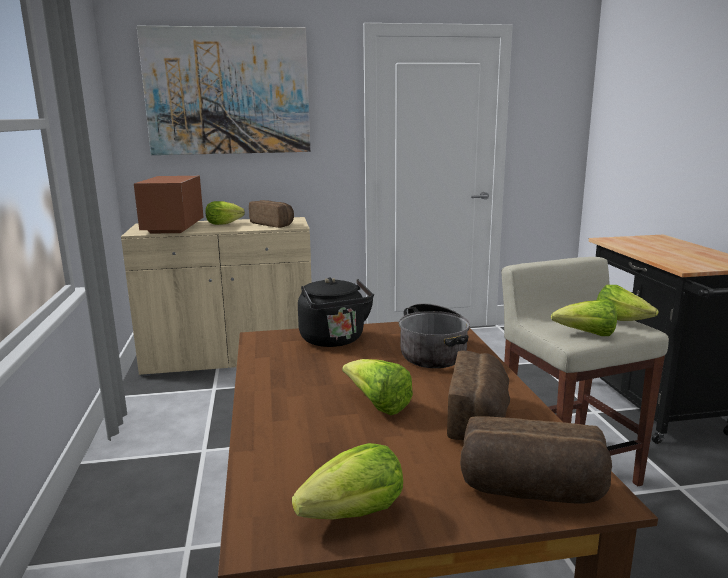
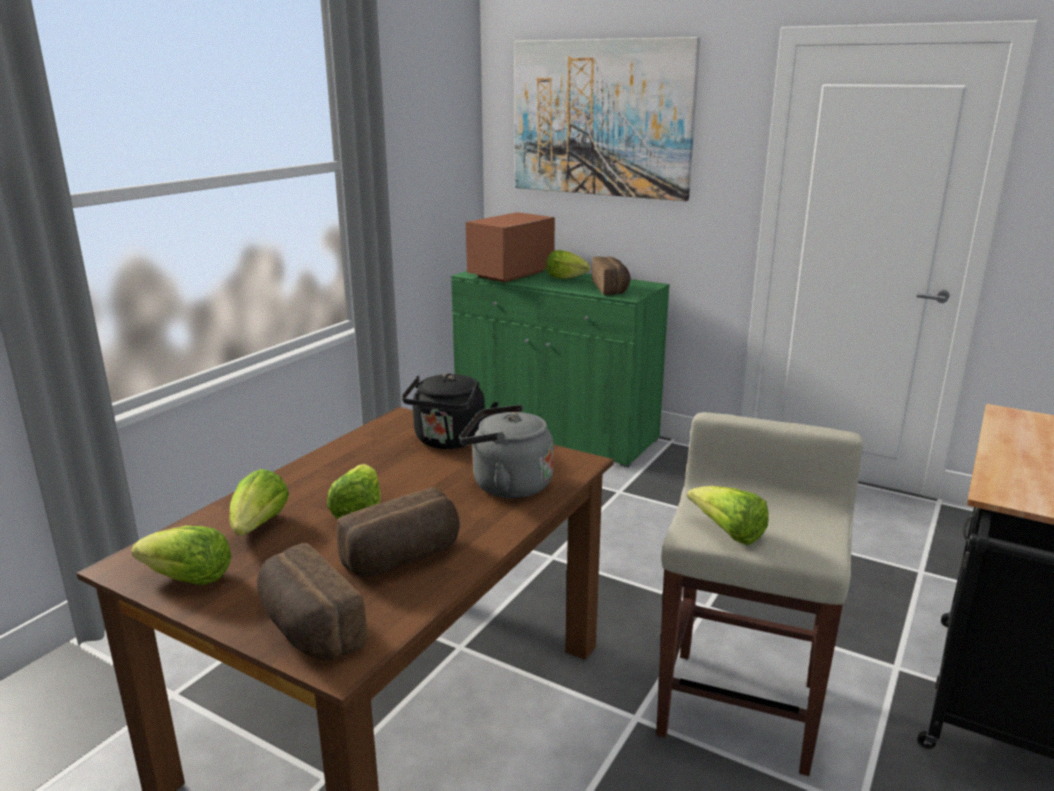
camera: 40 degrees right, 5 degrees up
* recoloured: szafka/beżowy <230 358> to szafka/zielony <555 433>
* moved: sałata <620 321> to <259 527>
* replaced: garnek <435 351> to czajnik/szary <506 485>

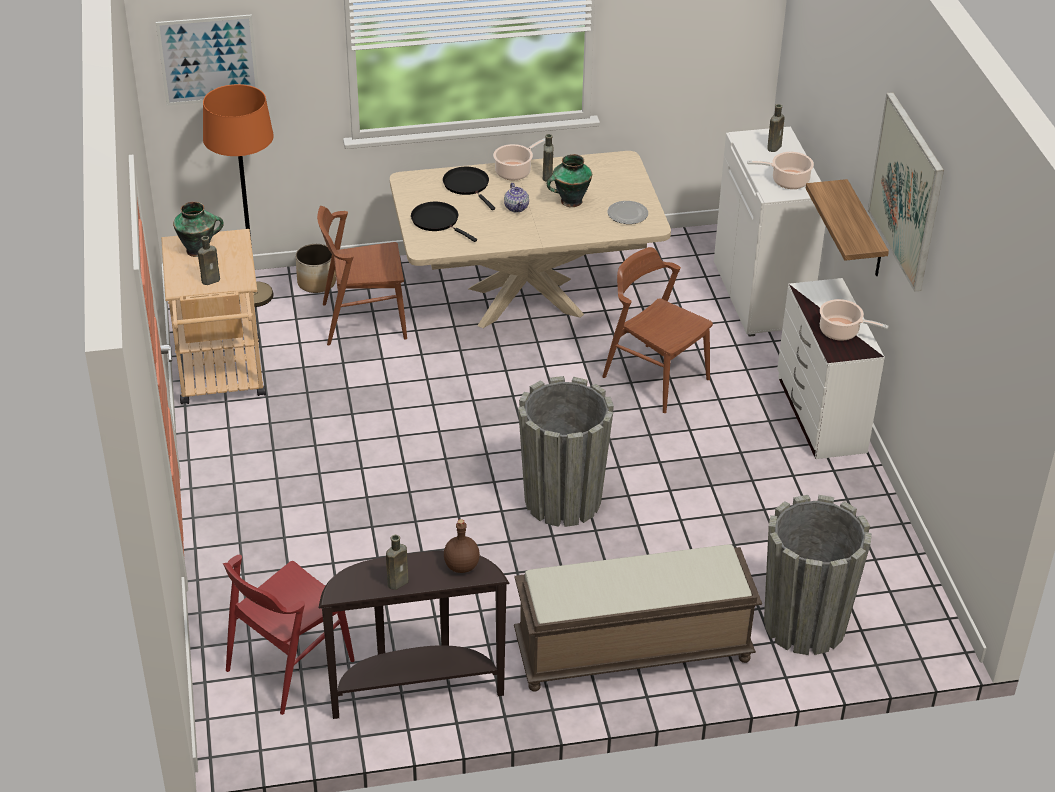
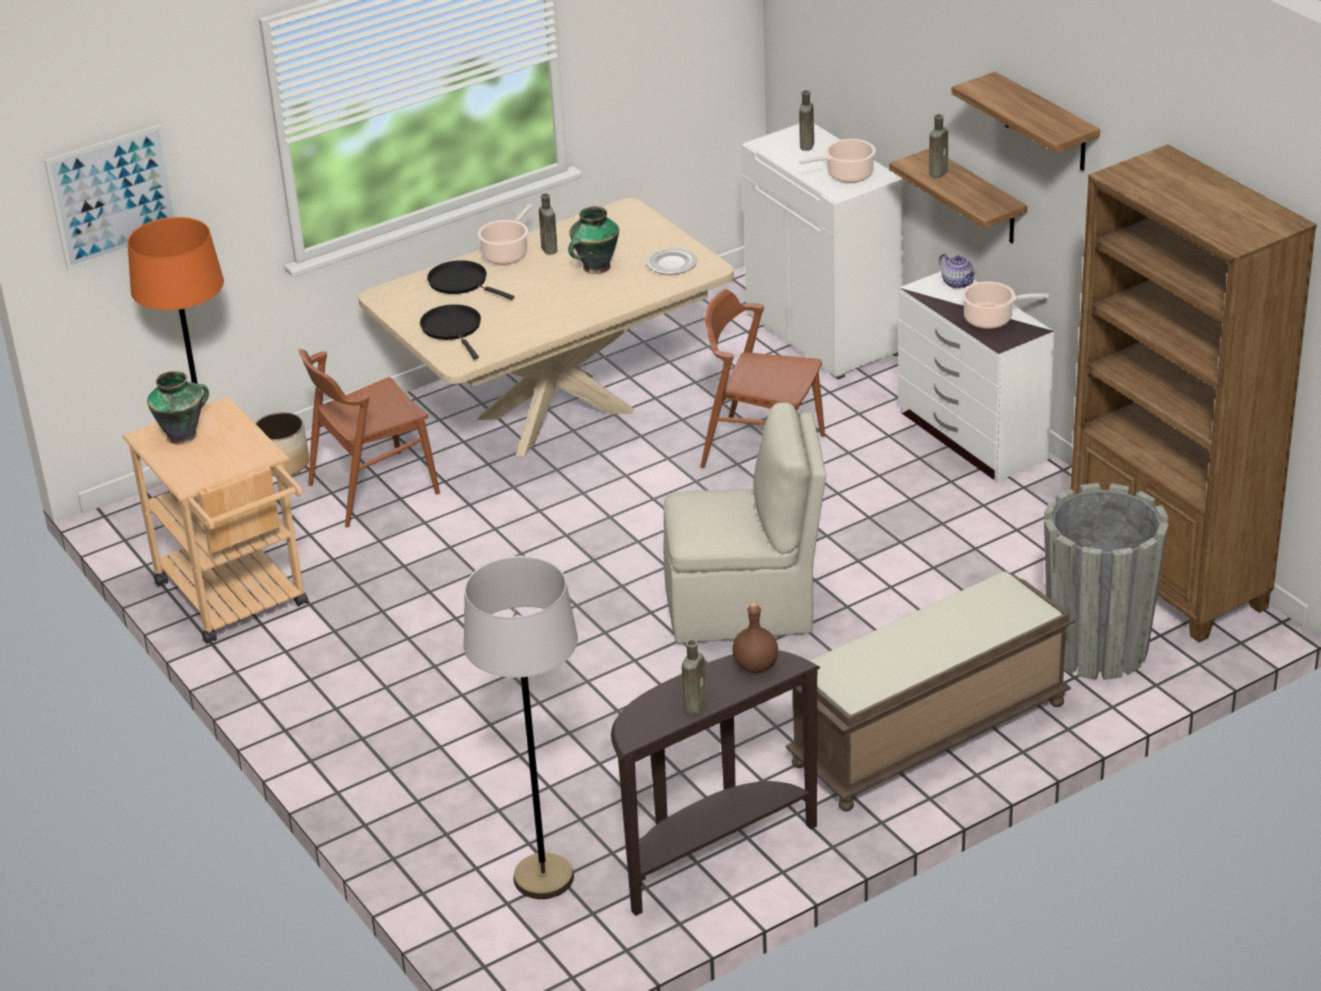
camera: 20 degrees left, 5 degrees down
* replaced: obraz <907 191> to półka <1045 123>
* moved: imbryk <516 207> to <957 283>
* turned: patelnia/czarny <437 221> = <453 329> 45 degrees clockwise
* moved: butelka/brązowy <212 280> to <939 172>
* replaced: donica/szary <562 500> to krzesło/beżowy <744 607>
* replaced: krzesło/czerwony <289 665> to lampa stojąca/szary <543 878>
* added: regał/brązowy <1168 580>

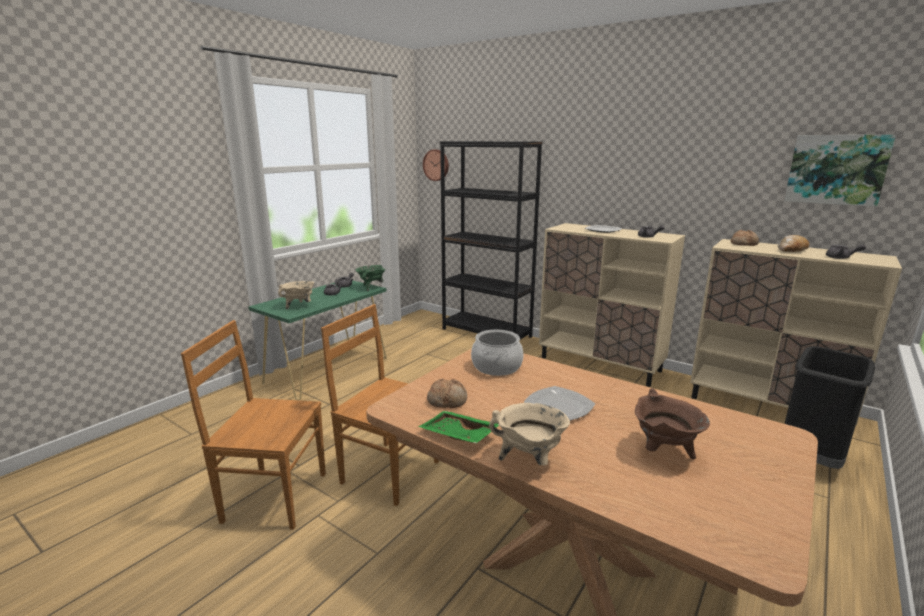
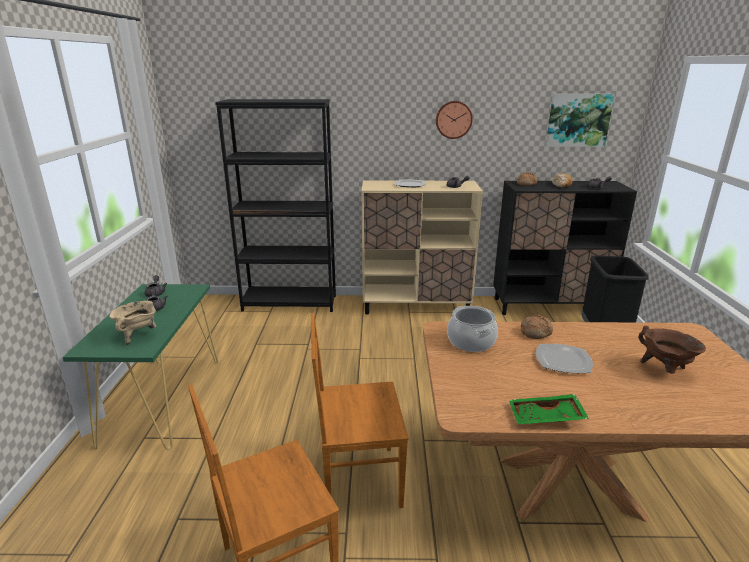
camera: 35 degrees left, 5 degrees up
* moved: zegar ścienny <436 165> to <453 119>
* recoloured: szafka/beżowy <767 407> to szafka/czarny <549 306>
* removed: garnek/zielony <371 287>
* moved: chleb <447 400> to <535 332>
* removed: garnek/beżowy <529 460>

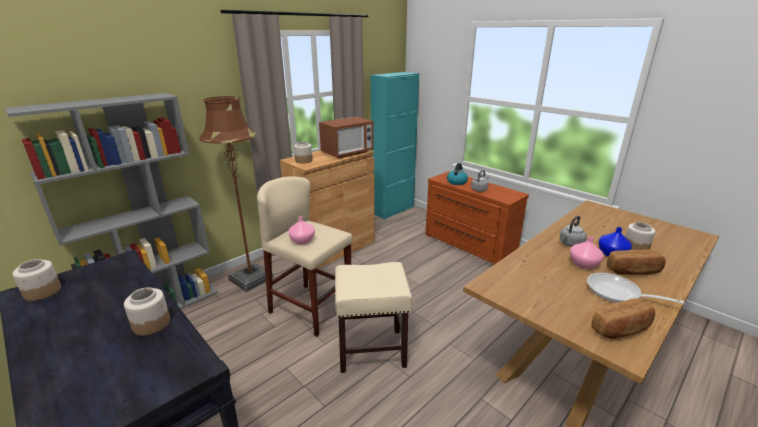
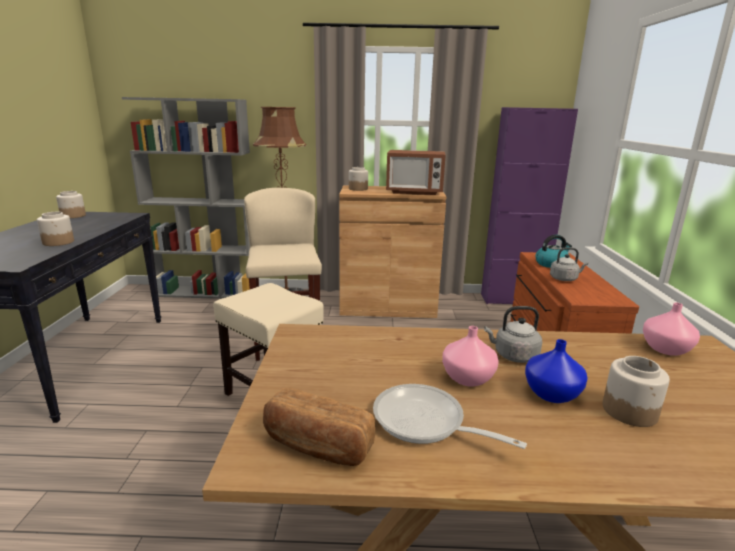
camera: 45 degrees right, 5 degrees down
* recoloured: szafka/turkusowy <393 210> to szafka/fioletowy <512 299>
* moved: wazon/różowy <302 240> to <666 349>
* removed: chleb <633 271>
* turned: patelnia <618 293> = <425 423> 45 degrees counterclockwise

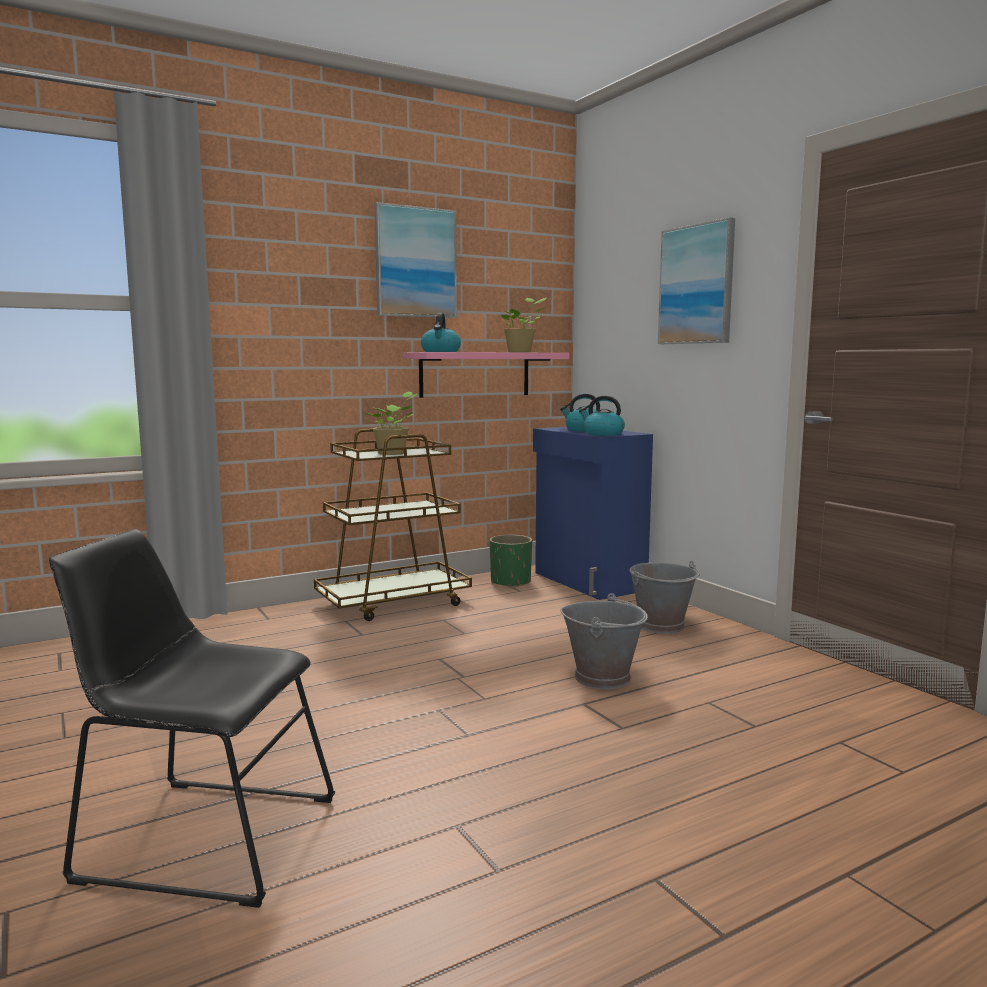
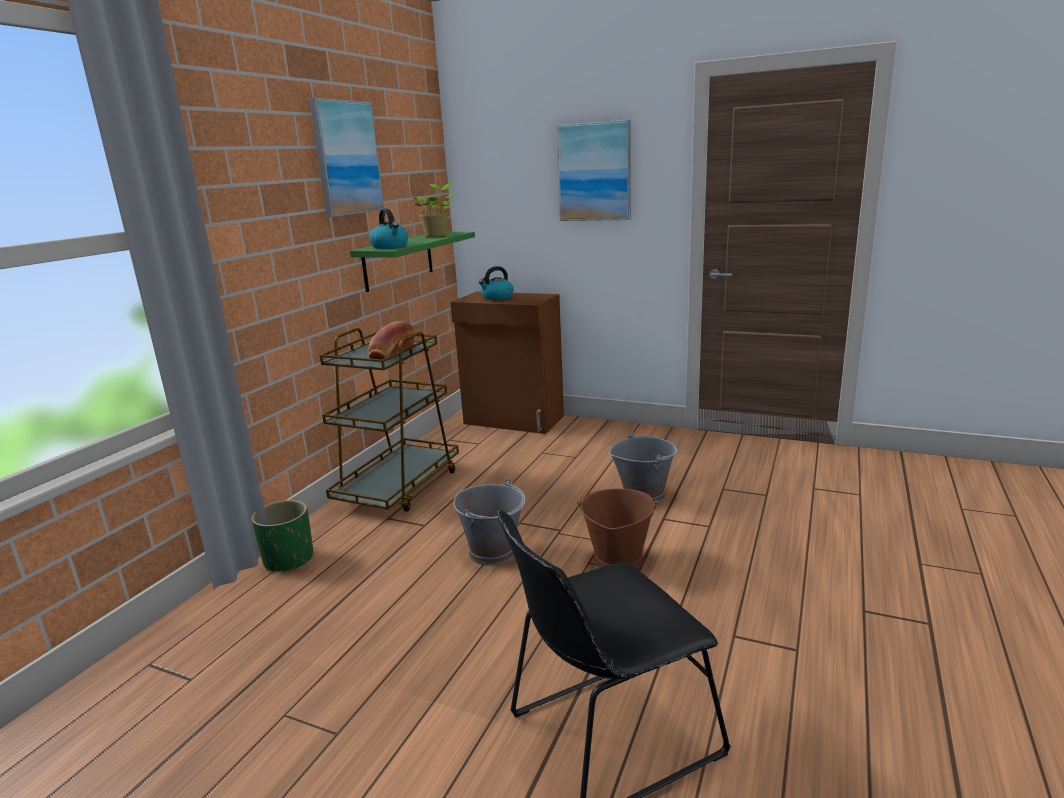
camera: 35 degrees left, 10 degrees up
* recoloured: półka/różowy <475 374> to półka/zielony <398 260>
* replaced: roślina doniczkowa <393 453> to chleb <391 354>
* removed: czajnik <602 434>
* recoloured: szafka/niebieski <588 582> to szafka/brązowy <513 420>
* moved: donica/zielony <511 582> to <289 560>
* moved: wiadro/szary <661 626> to <493 551>
* added: wiadro/brązowy <617 559>

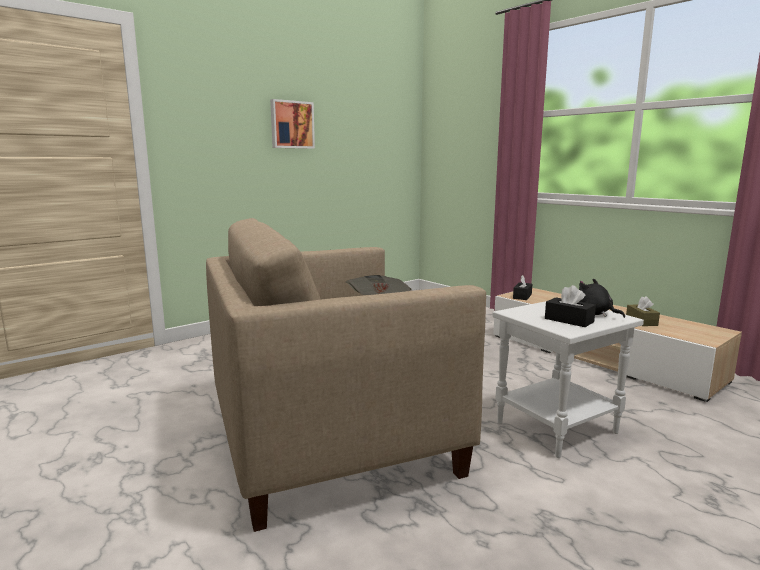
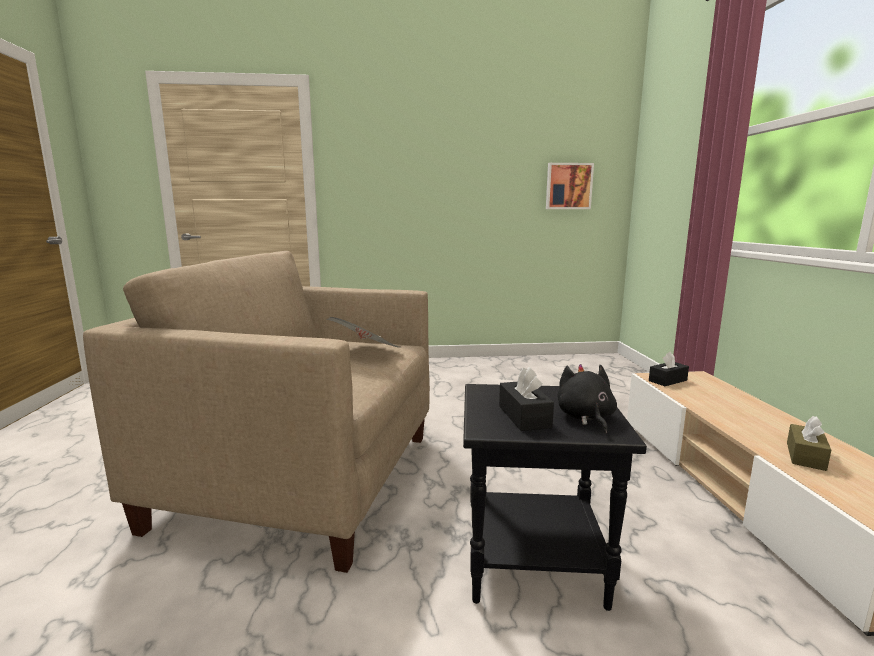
camera: 35 degrees right, 0 degrees up
* moved: obraz <291 124> to <568 186>
* recoloured: stolik/biały <557 429> to stolik/czarny <532 565>

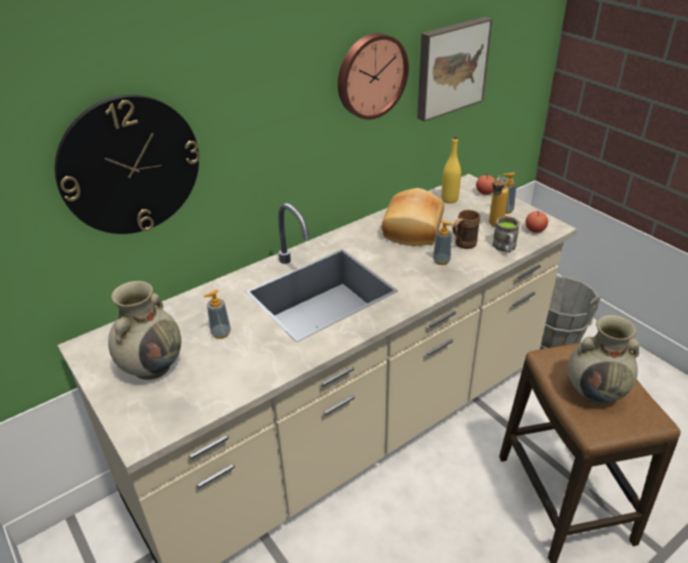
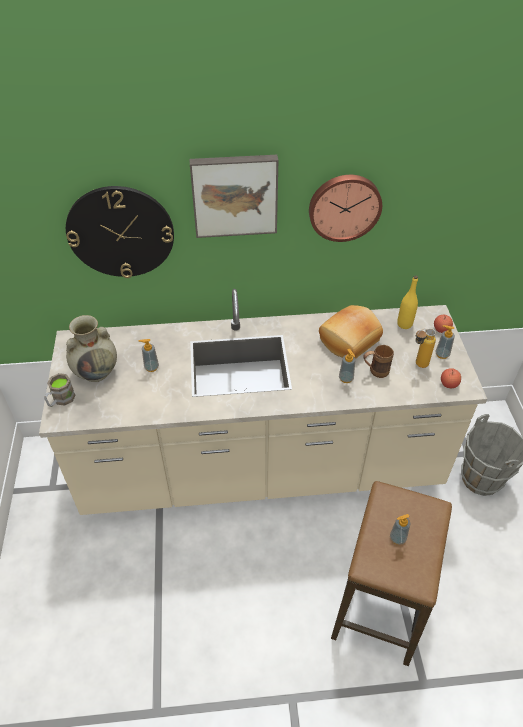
camera: 30 degrees right, 10 degrees up
* moved: obraz <450 68> to <234 194>
* moved: kubek/brązowy <505 248> to <61 400>
* replaced: wazon/beżowy <596 391> to dozownik mydła <397 538>

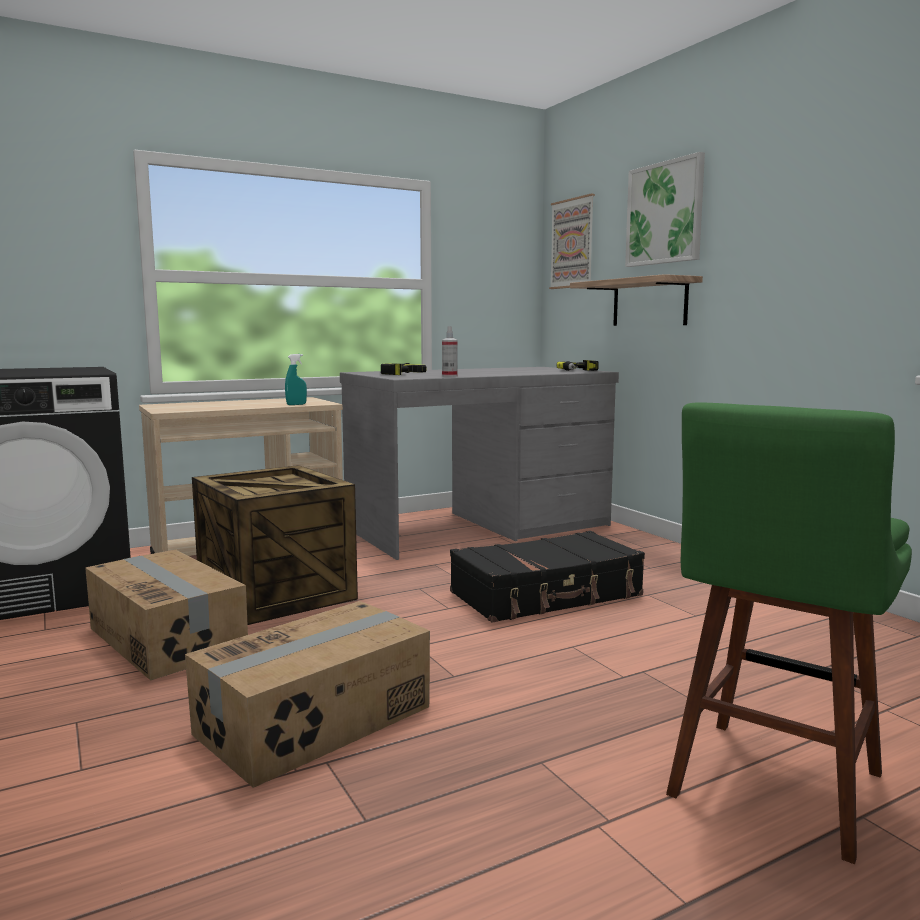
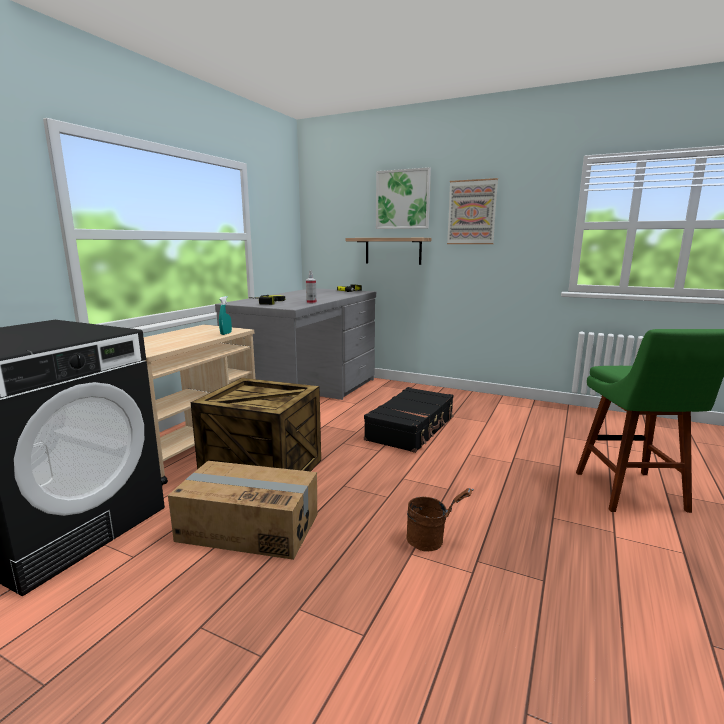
camera: 35 degrees left, 5 degrees up
* moved: obraz <572 243> to <472 212>
* replaced: karton <316 721> to wiadro/brązowy <432 541>

